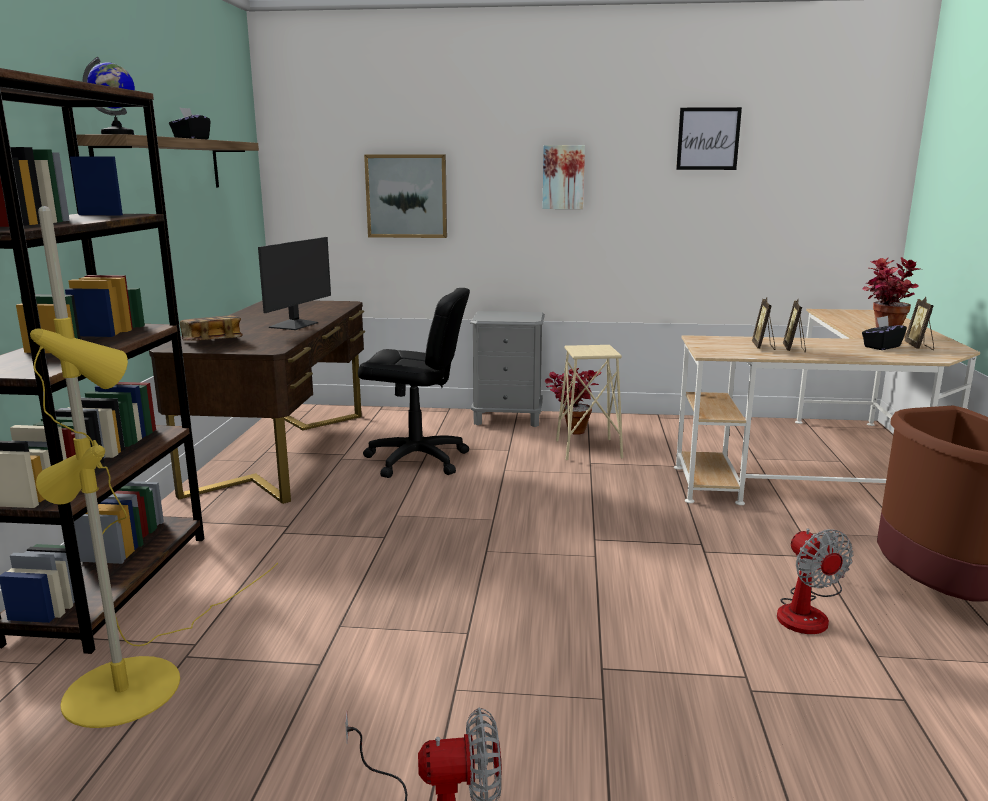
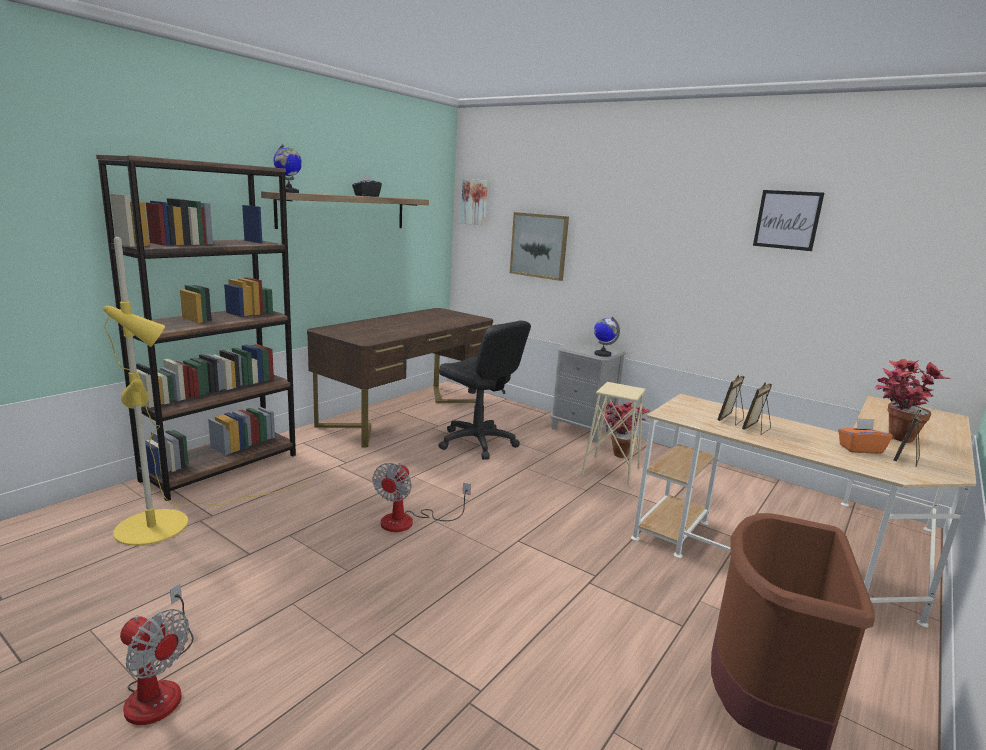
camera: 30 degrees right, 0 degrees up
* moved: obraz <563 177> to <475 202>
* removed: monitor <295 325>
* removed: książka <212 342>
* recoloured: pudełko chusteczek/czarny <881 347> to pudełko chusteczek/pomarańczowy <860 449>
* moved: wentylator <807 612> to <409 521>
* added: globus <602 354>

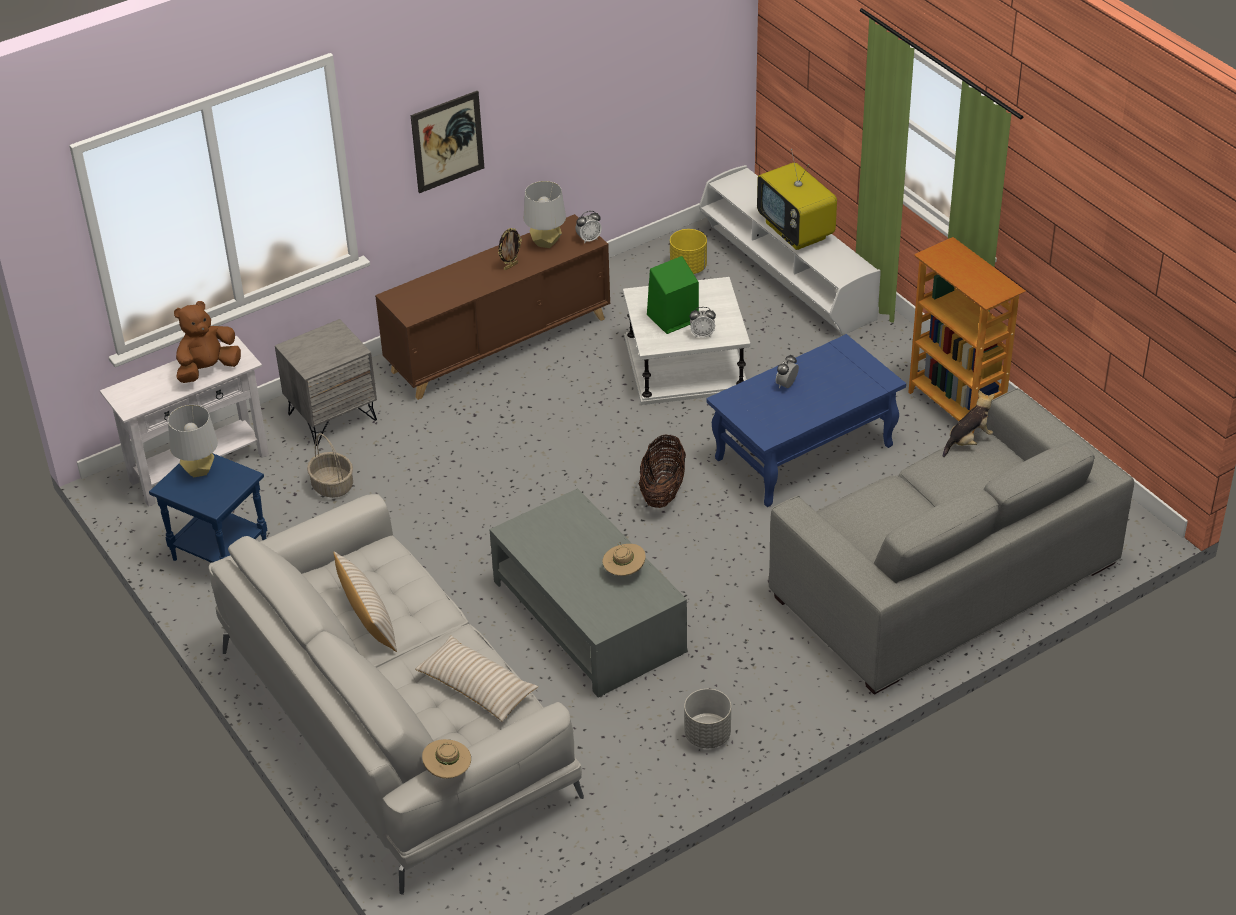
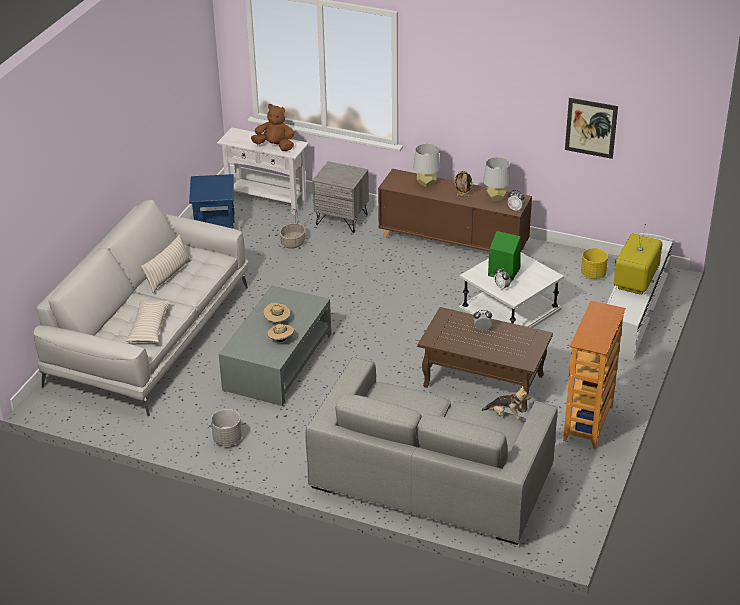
camera: 55 degrees right, 5 degrees down
* moved: obraz <447 141> to <591 128>
* recoloured: ława/niebieski <802 453> to ława/brązowy <482 381>
* moved: lampa stołowa/szary <199 470> to <426 183>
* removed: koszyk <662 491>
* moved: kapelusz/beżowy <448 770> to <277 321>

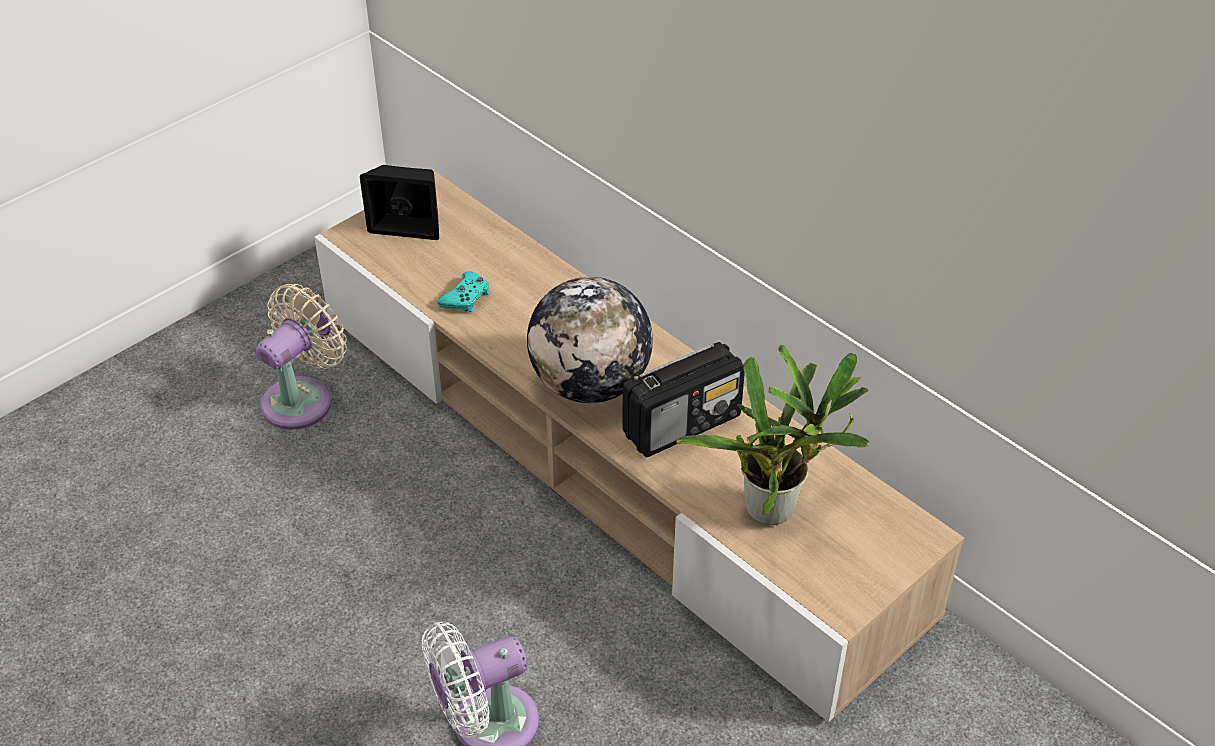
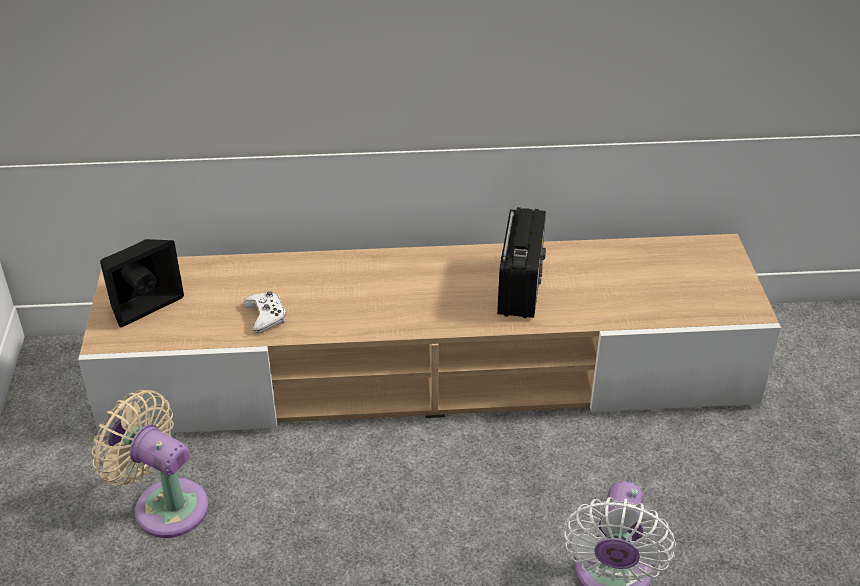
camera: 50 degrees left, 5 degrees down
* recoloured: pad do gier/turkusowy <466 298> to pad do gier/biały <266 316>
* removed: globus <590 384>
* turned: wentylator/beżowy <303 399> = <165 505> 45 degrees counterclockwise
* removed: roślina doniczkowa <777 508>

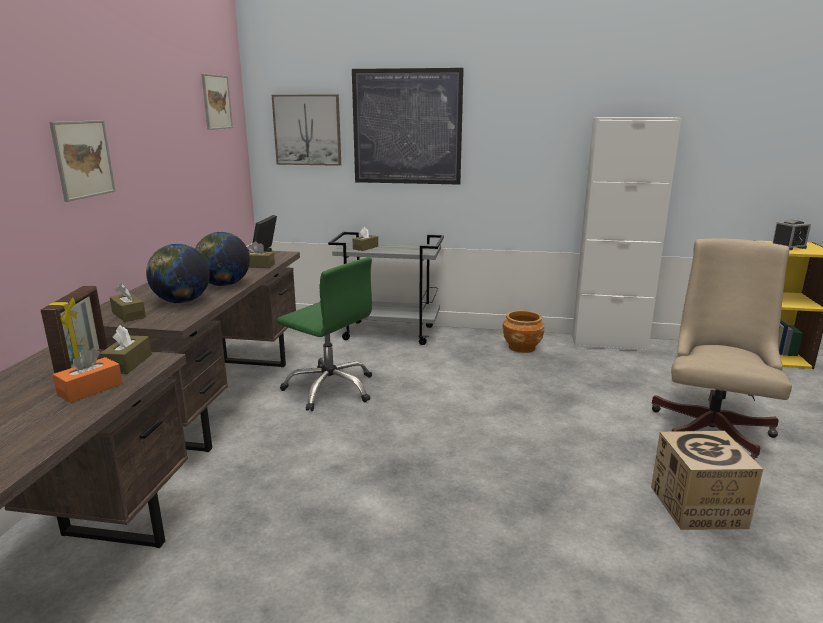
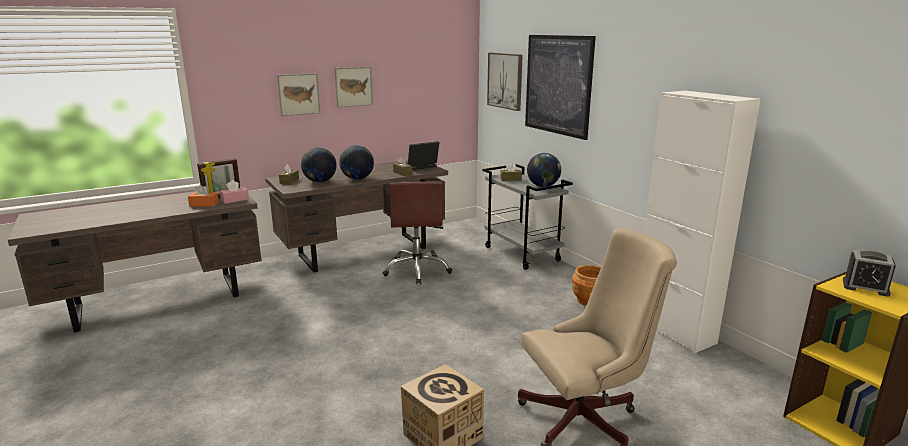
camera: 50 degrees right, 0 degrees up
* moved: obraz <216 102> to <353 86>
* recoloured: krzesło biurowe/zielony <330 388> to krzesło biurowe/brązowy <417 270>
* recoloured: pudełko chusteczek/brązowy <128 363> to pudełko chusteczek/różowy <235 200>
* added: globus <543 186>

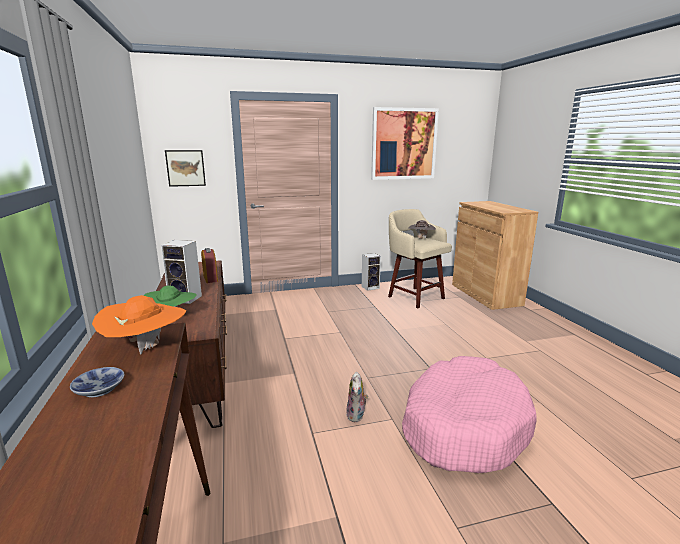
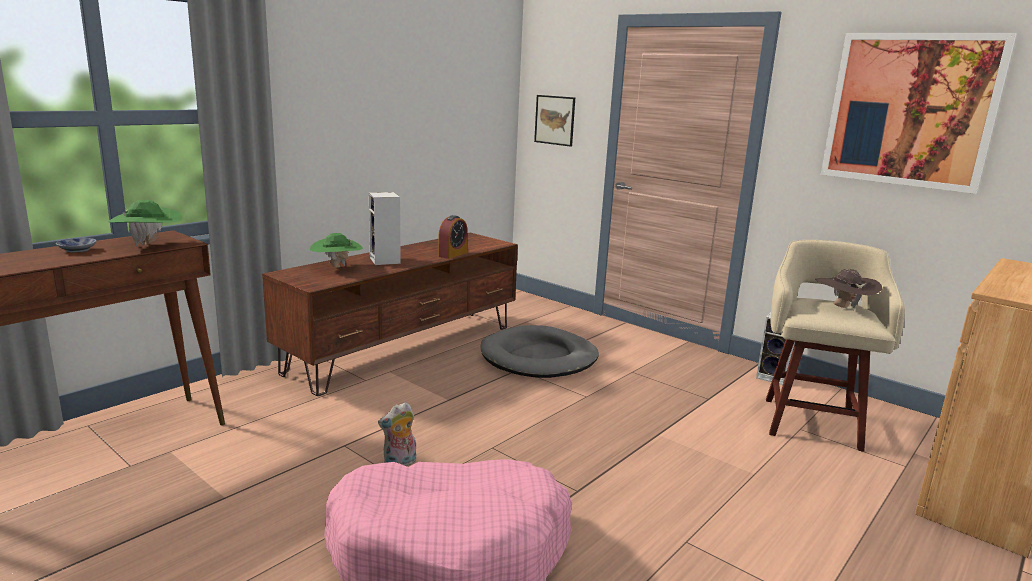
camera: 55 degrees right, 0 degrees up
* recoloured: kapelusz/pomarańczowy <146 347> to kapelusz/zielony <149 245>
* added: legowisko/szary <539 357>

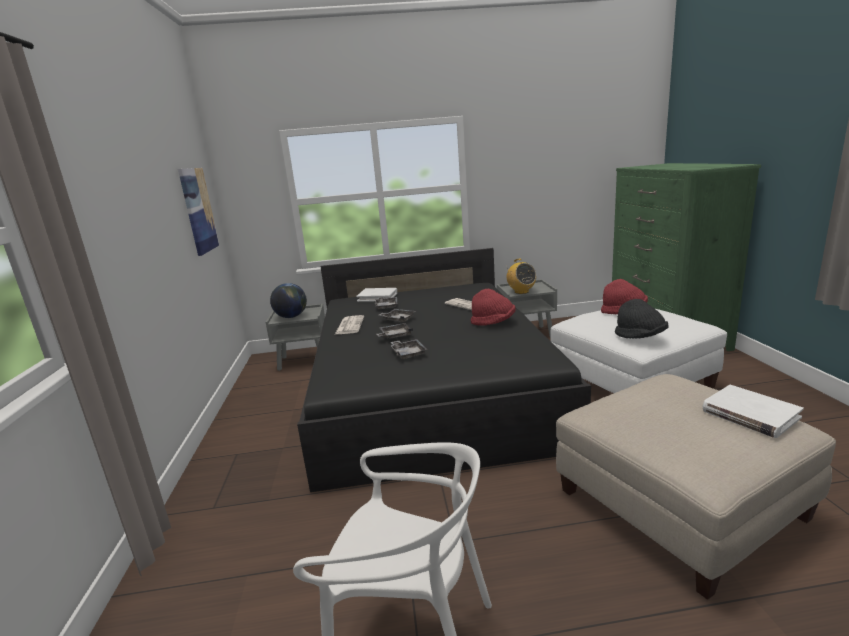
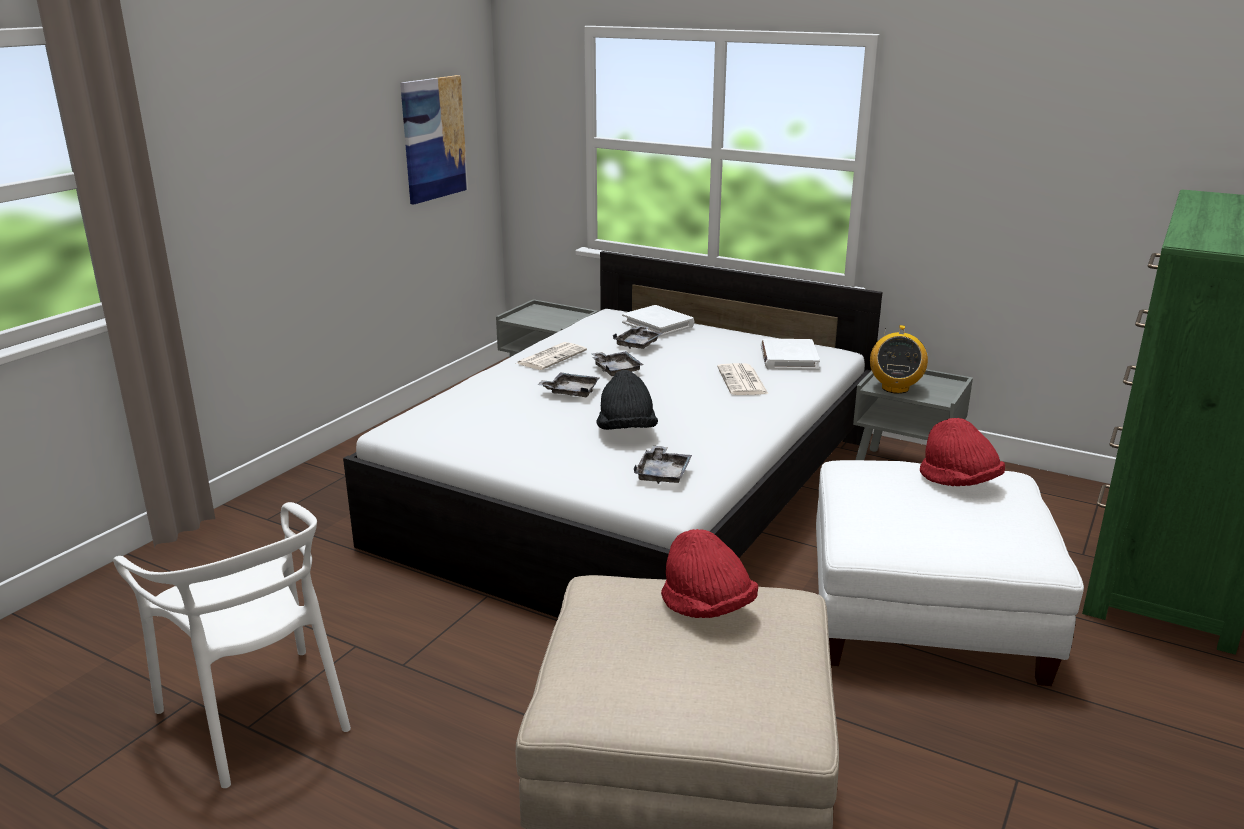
camera: 35 degrees right, 5 degrees up
* recoloured: łóżko/czarny <429 388> to łóżko/biały <634 491>
* removed: globus <291 317>
* moved: kapelusz/czerwony <493 322> to <707 608>
* moved: kapelusz/czarny <640 337> to <626 431>
* moved: taca/szary <408 353> to <663 473>
* moved: książka/biały <749 414> to <788 358>

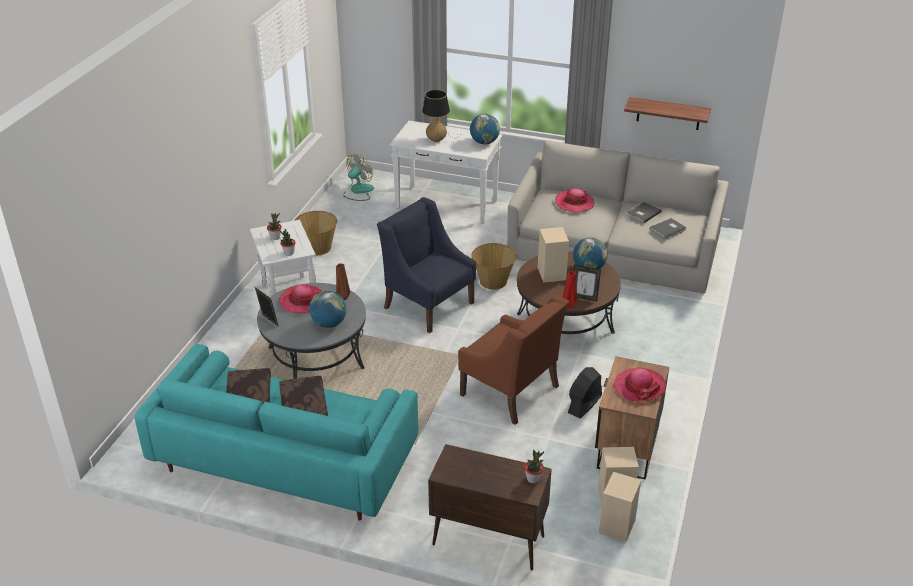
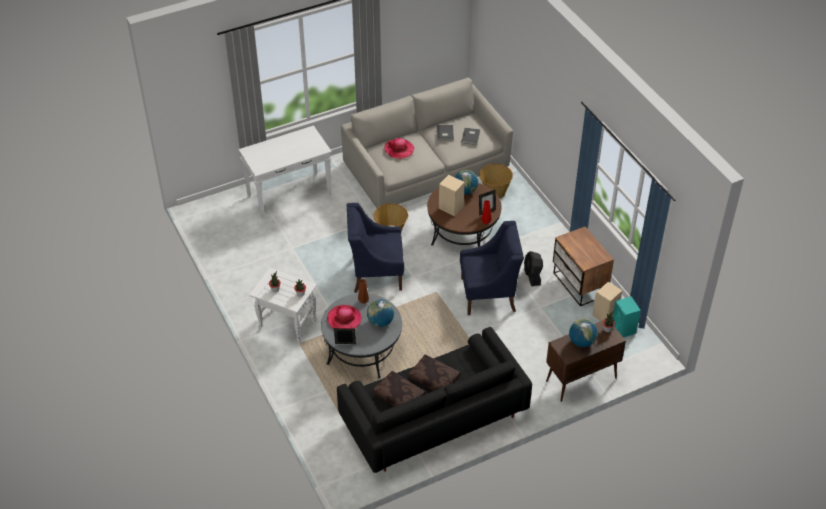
camera: 45 degrees left, 10 degrees up
* removed: lampa stołowa <439 139>
* removed: półka <668 113>
* moved: globus <484 142> to <581 342>
* removed: wentylator <358 191>
* moved: koszyk <317 247> to <494 192>
* recoloured: fotel/brązowy <510 391> to fotel/niebieski <489 294>
* recoloured: kanapa/turkusowy <285 460> to kanapa/czarny <433 418>
* removed: kapelusz <639 386>
* recoloured: głośnik/beżowy <616 527> to głośnik/turkusowy <623 329>

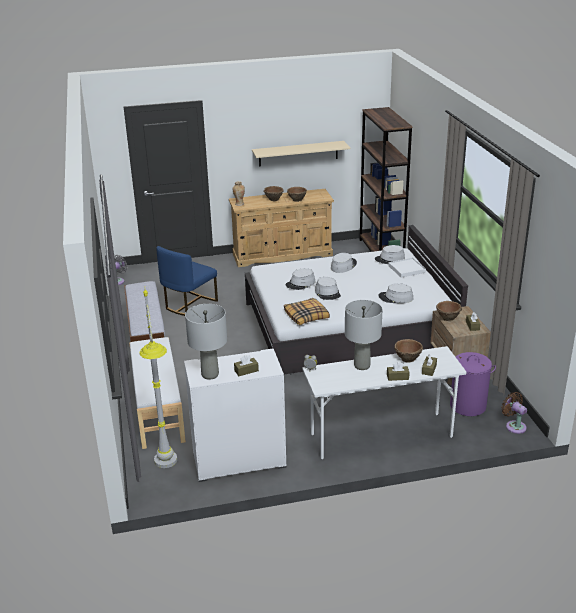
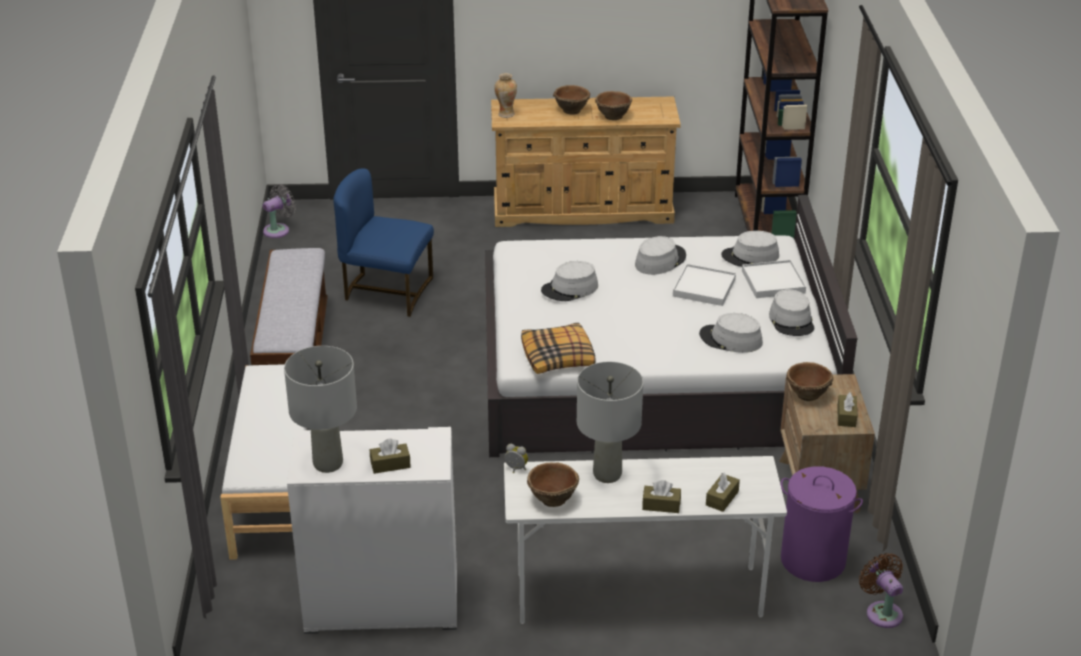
camera: 10 degrees right, 5 degrees up
* removed: półka/beżowy <298 153>
* turned: krzesło/niebieski <189 304> = <387 291> 60 degrees clockwise
* moved: kapelusz/szary <327 293> to <791 321>
* removed: lampa stojąca/szary <167 473>
* moved: miska/brązowy <407 359> to <552 499>
* added: taca/biały <704 288>

